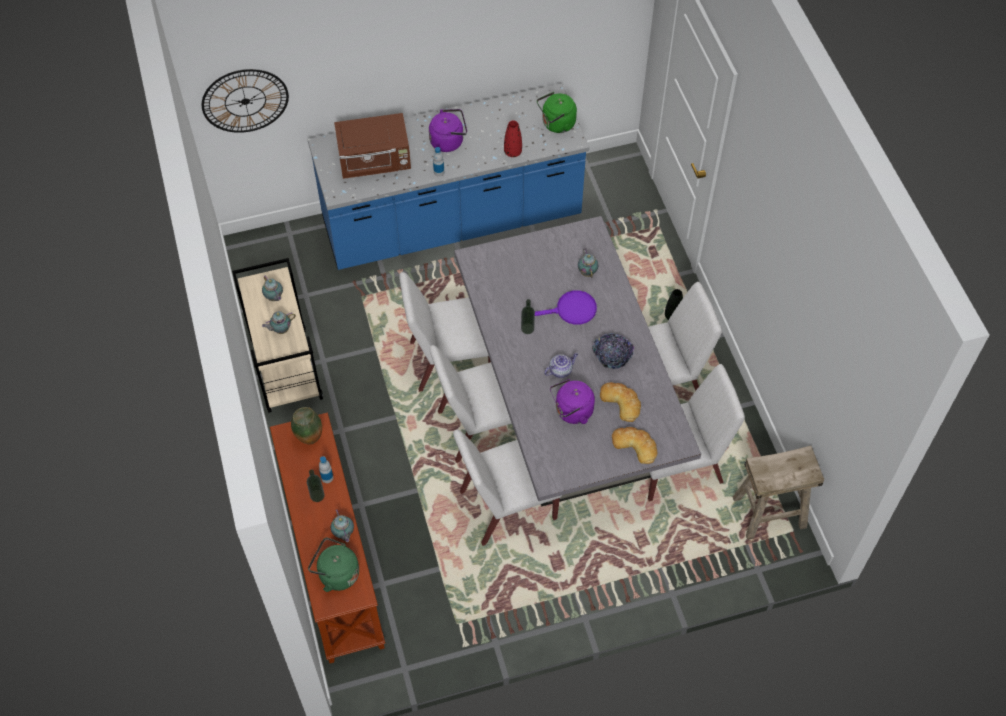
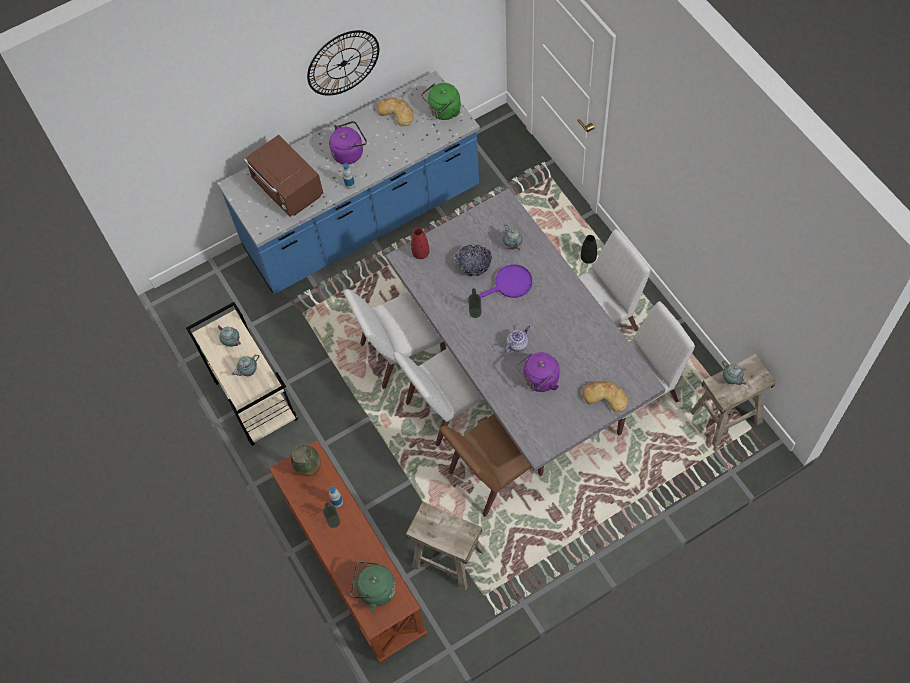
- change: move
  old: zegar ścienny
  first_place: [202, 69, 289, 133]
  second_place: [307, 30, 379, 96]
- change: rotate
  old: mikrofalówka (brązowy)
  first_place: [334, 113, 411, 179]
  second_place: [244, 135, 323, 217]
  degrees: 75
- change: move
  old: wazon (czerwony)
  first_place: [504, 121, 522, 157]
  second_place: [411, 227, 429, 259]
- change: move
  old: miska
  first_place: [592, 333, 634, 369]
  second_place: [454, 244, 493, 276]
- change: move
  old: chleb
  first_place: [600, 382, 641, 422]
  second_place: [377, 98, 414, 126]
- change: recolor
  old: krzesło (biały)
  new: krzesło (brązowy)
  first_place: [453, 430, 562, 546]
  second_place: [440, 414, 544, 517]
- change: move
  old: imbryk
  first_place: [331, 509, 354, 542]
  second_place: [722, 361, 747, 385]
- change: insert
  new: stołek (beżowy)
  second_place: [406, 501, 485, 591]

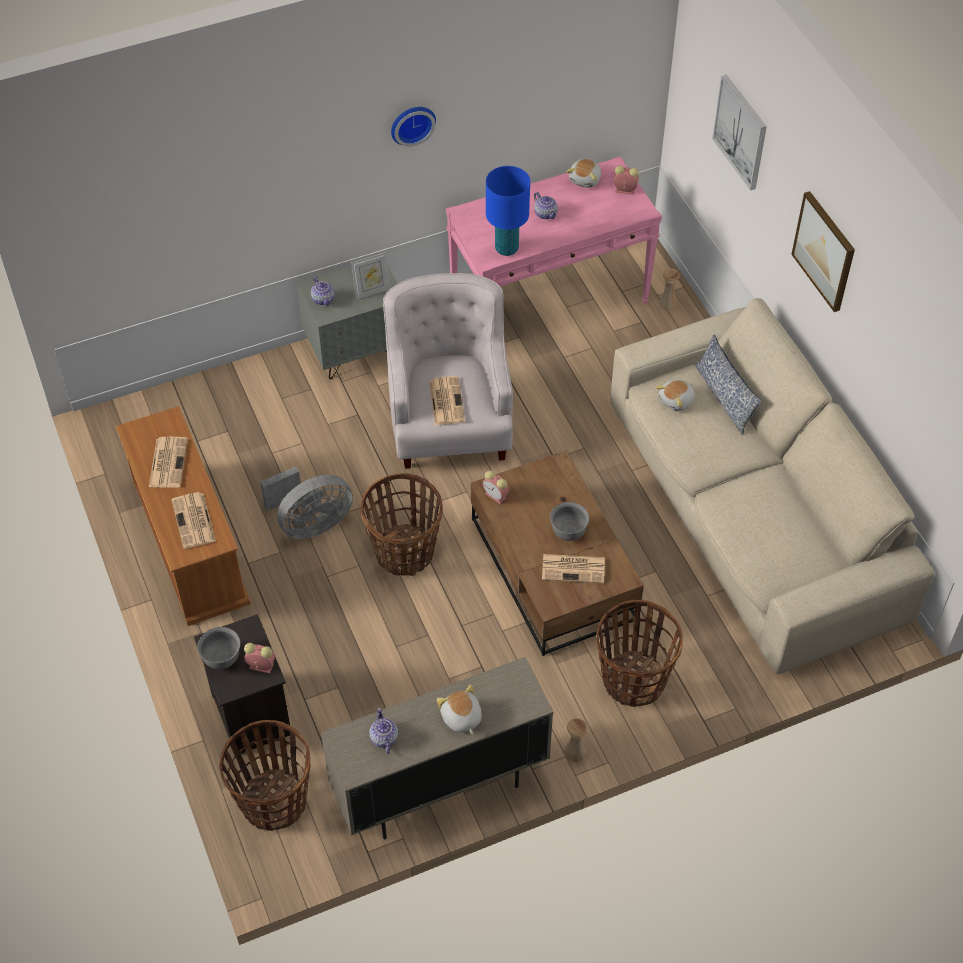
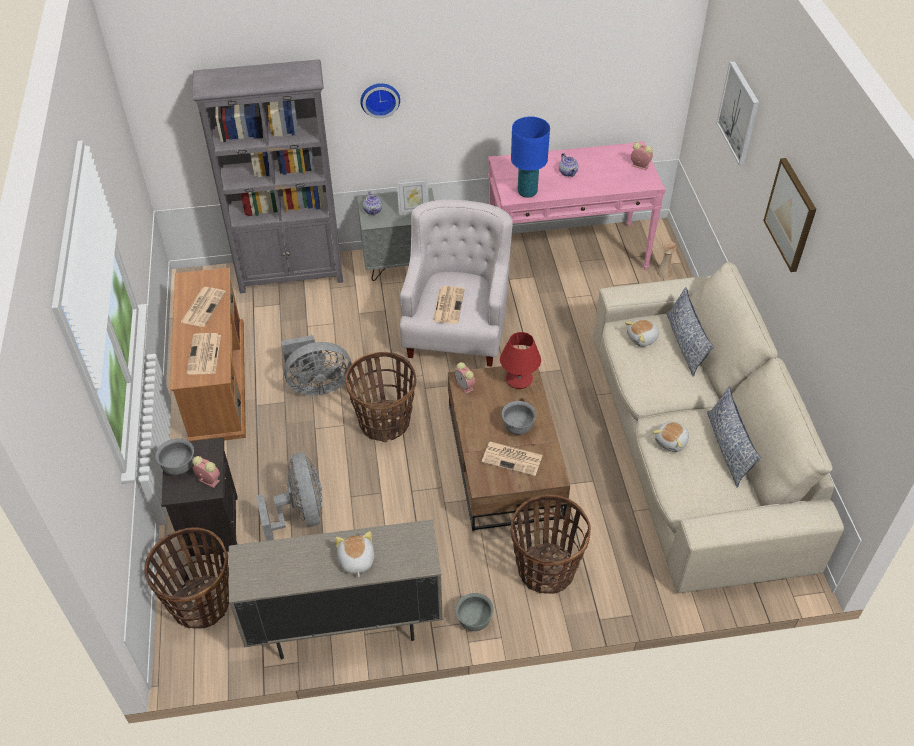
- change: move
  old: zegar ścienny
  first_place: [391, 107, 436, 147]
  second_place: [360, 83, 400, 119]
- change: move
  old: pluszak
  first_place: [566, 159, 601, 188]
  second_place: [653, 421, 689, 452]
- change: delete
  old: imbryk
  first_place: [369, 708, 398, 754]
- change: replace
  old: wazon (beżowy)
  new: miska (szary)
  first_place: [564, 718, 588, 762]
  second_place: [456, 593, 494, 631]
- change: insert
  new: regał (szary)
  second_place: [192, 59, 343, 293]
- change: insert
  new: lampa stołowa (czerwony)
  second_place: [500, 332, 541, 389]
- change: insert
  new: poduszka
  second_place: [706, 387, 761, 488]
- change: insert
  new: wentylator (szary)
  second_place: [256, 453, 323, 541]

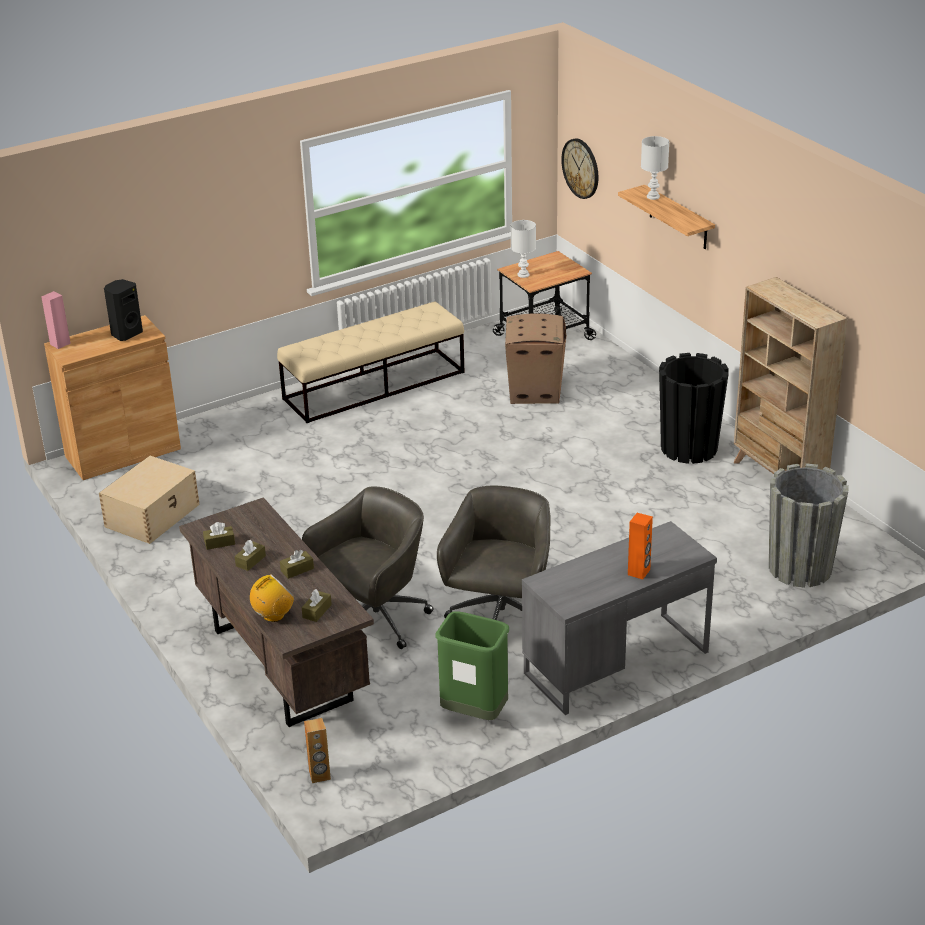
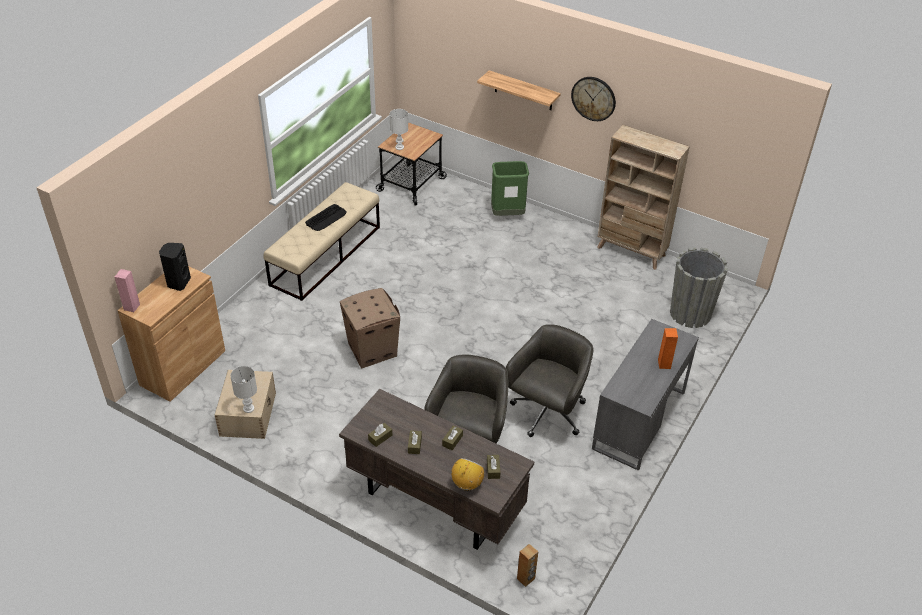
- change: move
  old: lampa stołowa (biały)
  first_place: [641, 136, 669, 200]
  second_place: [230, 366, 257, 413]
- change: move
  old: zegar ścienny
  first_place: [561, 138, 598, 199]
  second_place: [571, 77, 616, 121]
- change: move
  old: karton
  first_place: [505, 313, 567, 404]
  second_place: [340, 288, 400, 368]
- change: delete
  old: donica (czarny)
  first_place: [659, 353, 729, 464]
- change: rotate
  old: krzesło biurowe (szary)
  first_place: [437, 486, 550, 620]
  second_place: [506, 324, 594, 437]
  degrees: 45
- change: move
  old: kosz na śmieci (zielony)
  first_place: [435, 611, 509, 720]
  second_place: [491, 161, 529, 216]
- change: insert
  new: klawiatura
  second_place: [305, 204, 347, 231]

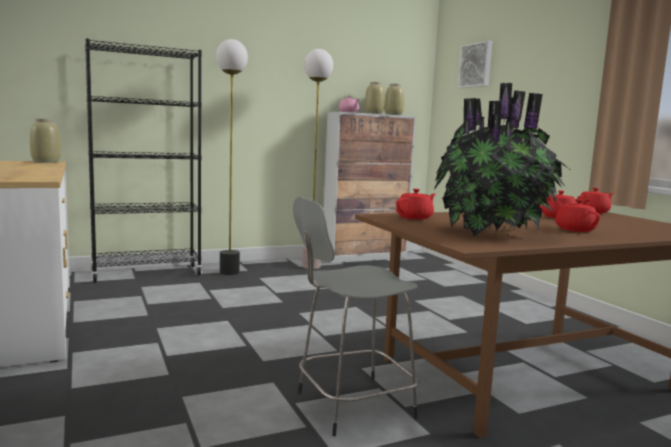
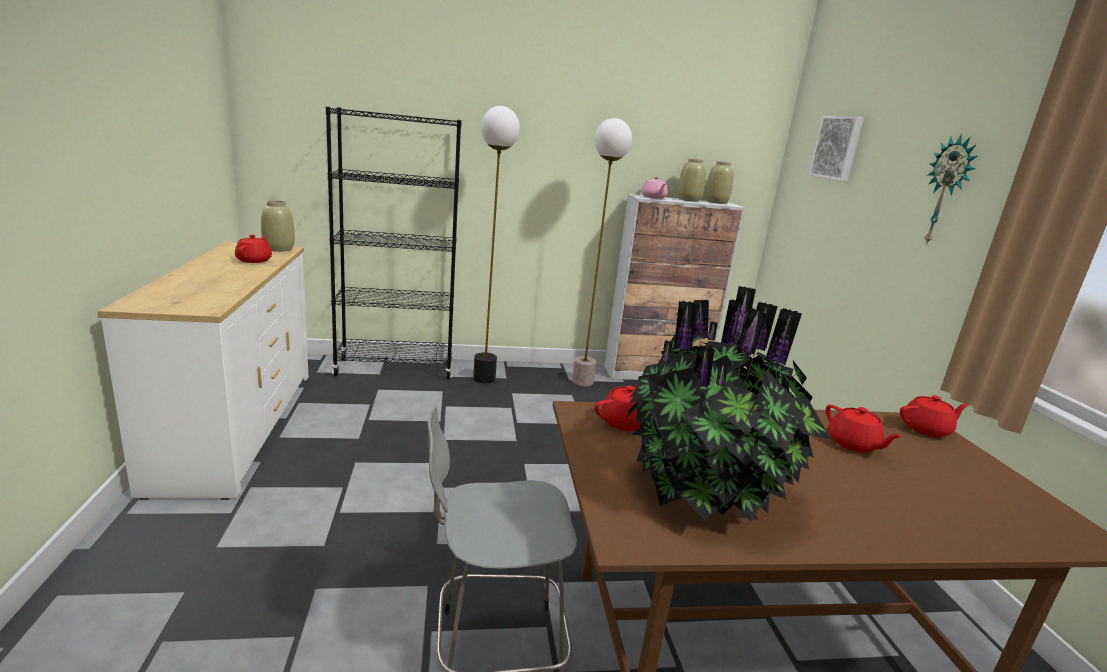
- change: move
  old: imbryk (czerwony)
  first_place: [555, 199, 600, 232]
  second_place: [235, 235, 272, 263]
- change: insert
  new: zegar ścienny
  second_place: [925, 134, 977, 245]

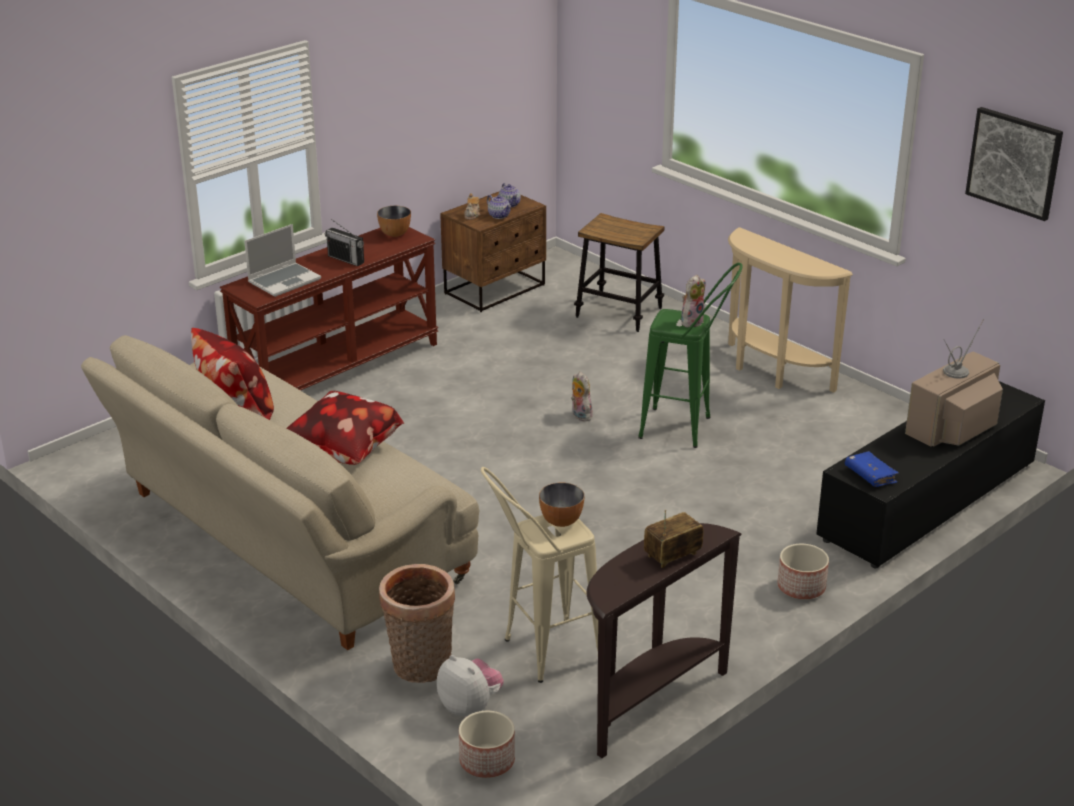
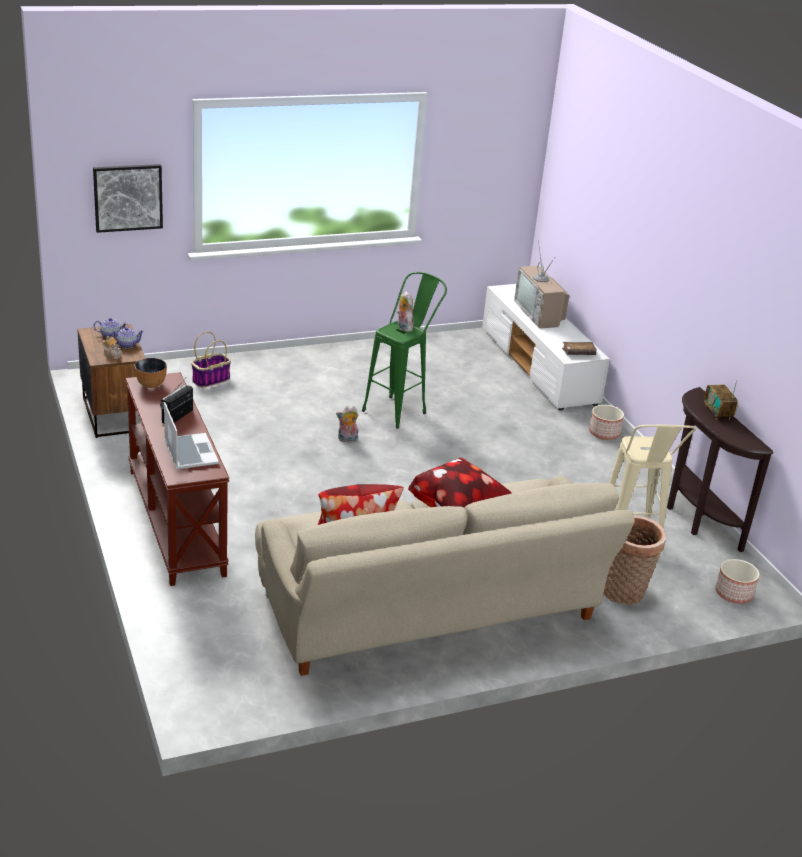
- change: move
  old: obraz
  first_place: [965, 107, 1063, 221]
  second_place: [93, 164, 163, 233]
- change: replace
  old: stołek
  new: koszyk
  first_place: [574, 213, 664, 332]
  second_place: [191, 332, 231, 388]
- change: rotate
  old: radio
  first_place: [325, 219, 364, 266]
  second_place: [160, 377, 193, 423]
  degrees: 150
- change: delete
  old: stolik konsolowy (beżowy)
  first_place: [728, 227, 853, 393]
- change: recolor
  old: szafka pod telewizor (czarny)
  new: szafka pod telewizor (biały)
  first_place: [816, 381, 1045, 568]
  second_place: [482, 284, 610, 411]
- change: recolor
  old: książka (niebieski)
  new: książka (brązowy)
  first_place: [845, 451, 899, 487]
  second_place: [562, 342, 597, 355]
- change: delete
  old: miska
  first_place: [539, 483, 584, 527]
- change: delete
  old: pluszak
  first_place: [437, 655, 503, 717]

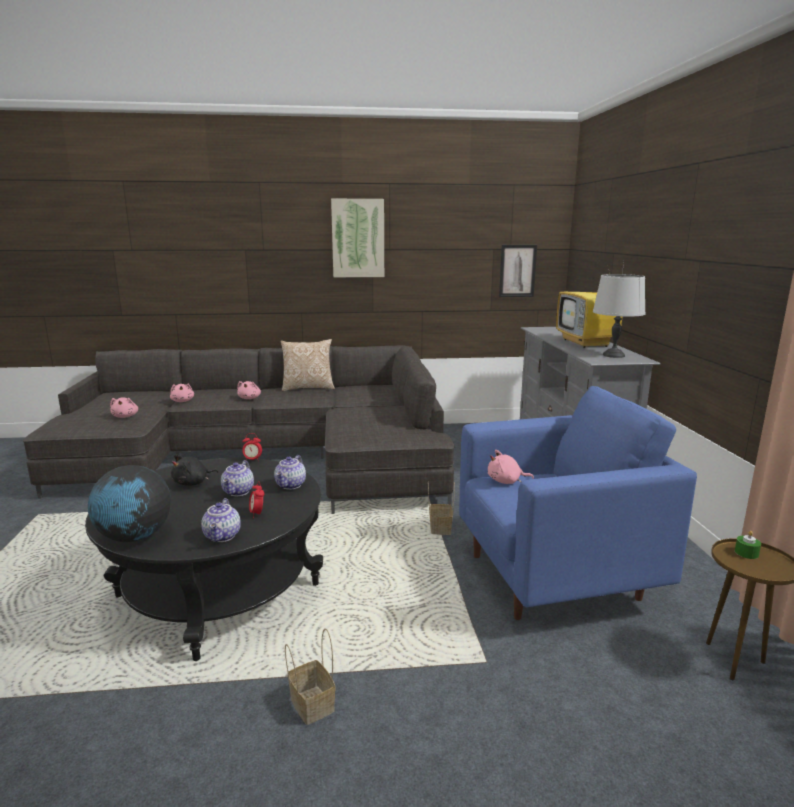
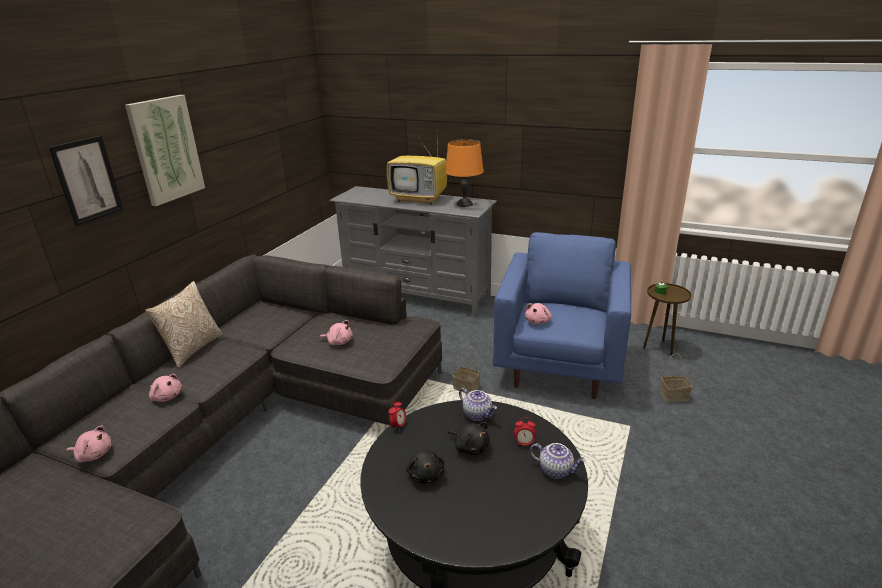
- change: move
  old: obraz
  first_place: [499, 245, 537, 297]
  second_place: [48, 136, 123, 226]
- change: recolor
  old: lampa stołowa (szary)
  new: lampa stołowa (pomarańczowy)
  first_place: [593, 274, 645, 358]
  second_place: [445, 139, 484, 207]
- change: move
  old: pluszak (różowy)
  first_place: [110, 397, 138, 418]
  second_place: [319, 320, 353, 345]
- change: replace
  old: imbryk
  new: pluszak (czarny)
  first_place: [221, 460, 254, 496]
  second_place: [448, 422, 490, 455]
- change: delete
  old: globus
  first_place: [88, 465, 171, 542]
- change: move
  old: koszyk
  first_place: [285, 629, 336, 725]
  second_place: [660, 353, 692, 402]

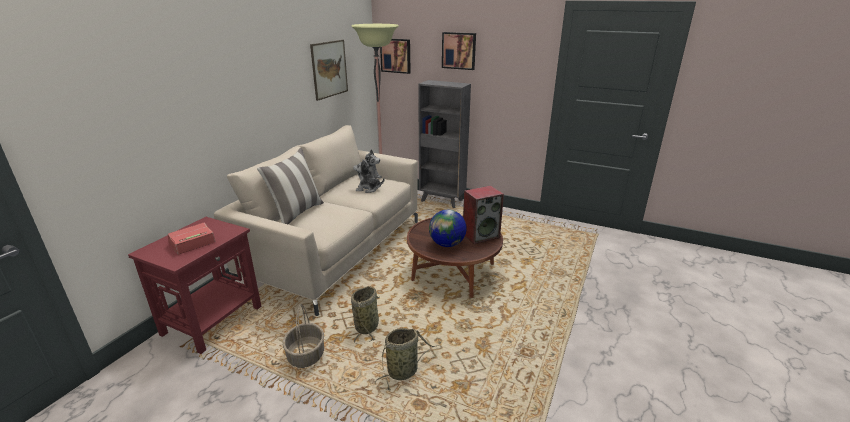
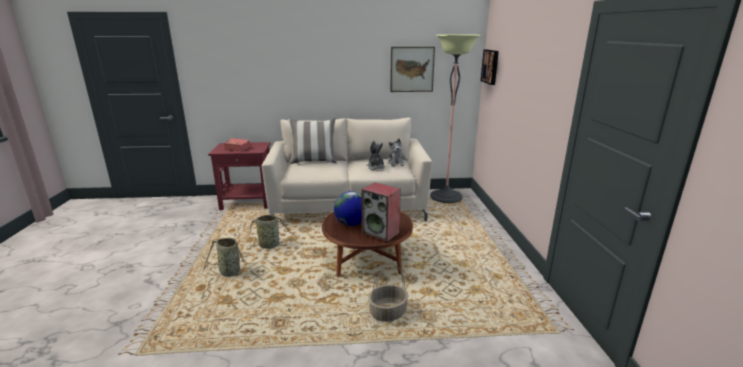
- change: delete
  old: obraz
  first_place: [442, 32, 476, 70]
- change: delete
  old: regał (szary)
  first_place: [418, 80, 471, 208]
- change: move
  old: koszyk
  first_place: [283, 304, 324, 368]
  second_place: [368, 265, 409, 322]

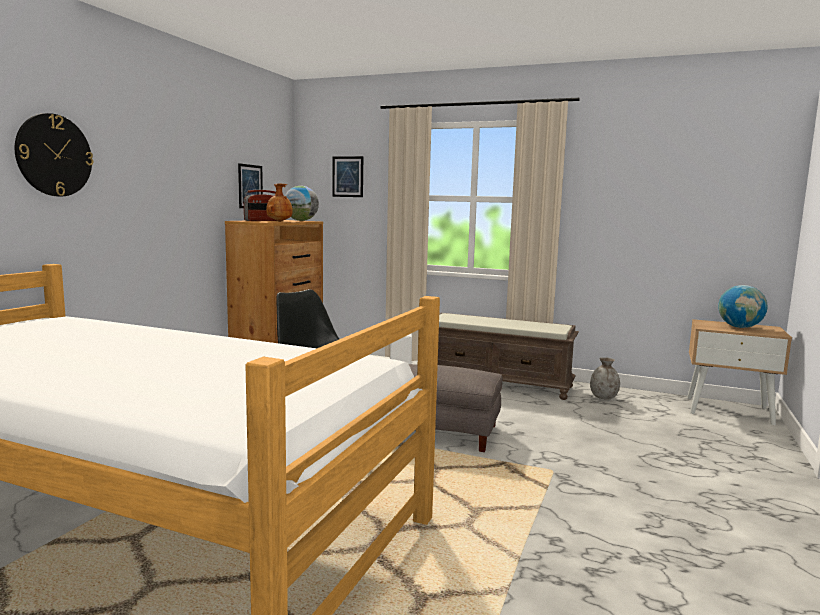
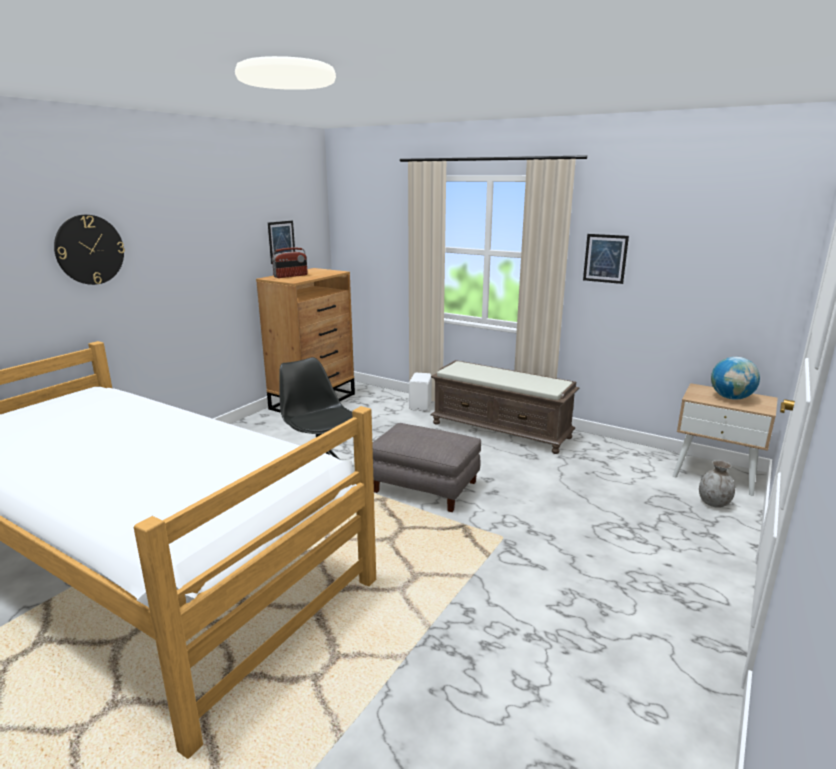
- change: move
  old: obraz
  first_place: [332, 156, 363, 197]
  second_place: [583, 234, 629, 284]
- change: delete
  old: wazon (brązowy)
  first_place: [266, 183, 293, 222]
- change: delete
  old: globus
  first_place: [285, 186, 319, 221]
- change: move
  old: wazon (szary)
  first_place: [590, 357, 620, 399]
  second_place: [699, 460, 735, 508]

